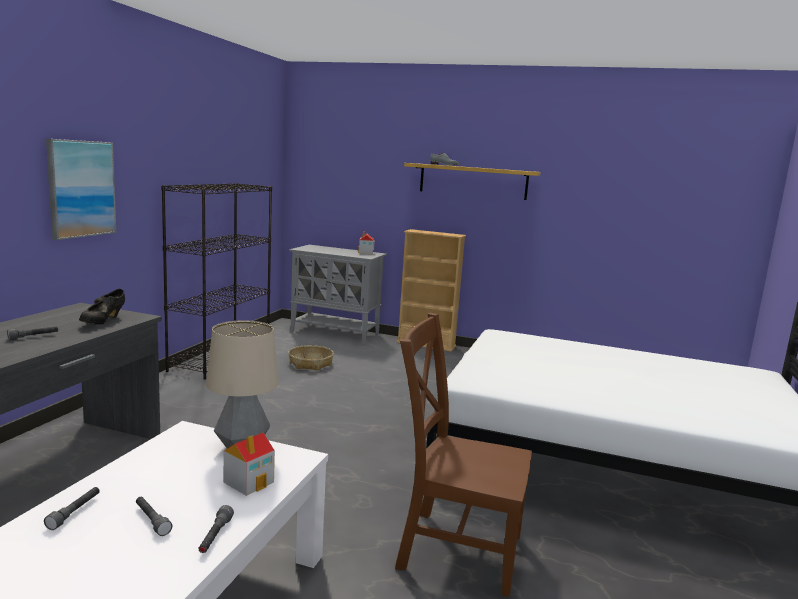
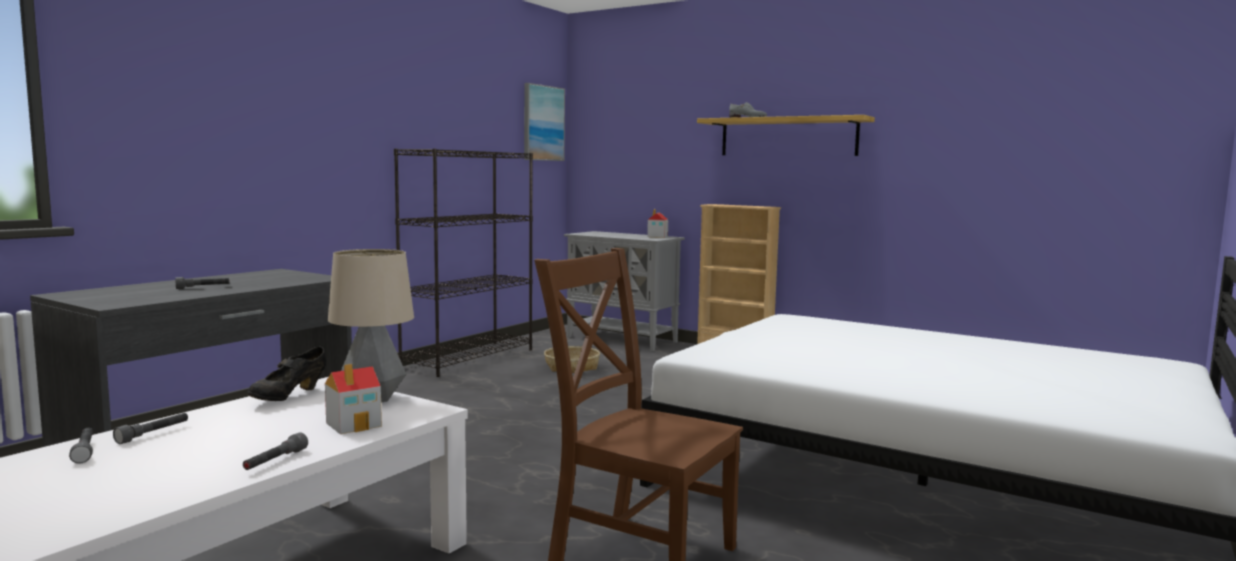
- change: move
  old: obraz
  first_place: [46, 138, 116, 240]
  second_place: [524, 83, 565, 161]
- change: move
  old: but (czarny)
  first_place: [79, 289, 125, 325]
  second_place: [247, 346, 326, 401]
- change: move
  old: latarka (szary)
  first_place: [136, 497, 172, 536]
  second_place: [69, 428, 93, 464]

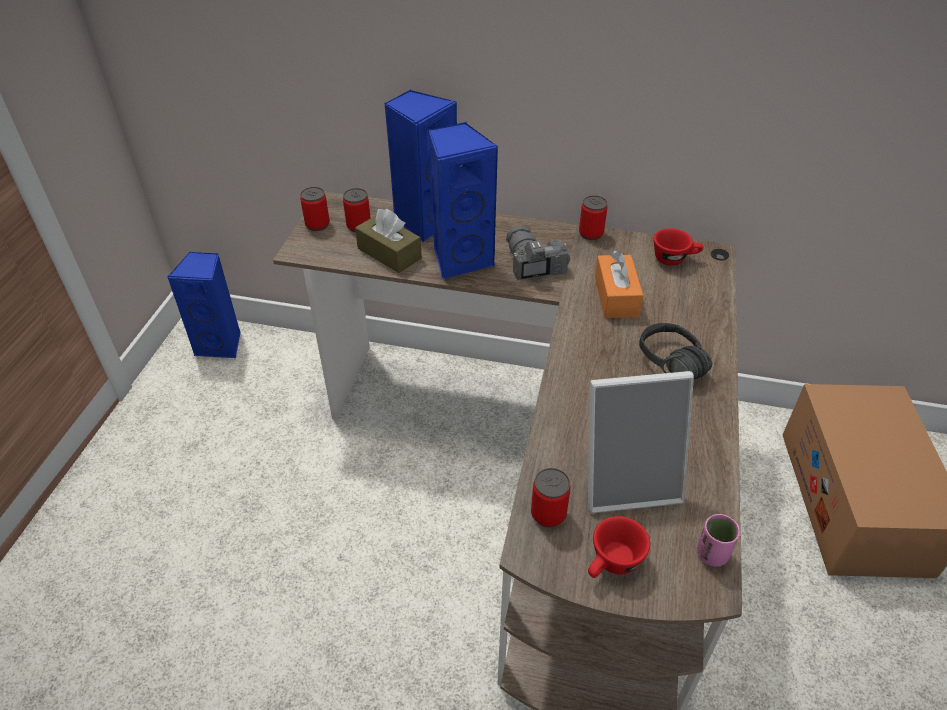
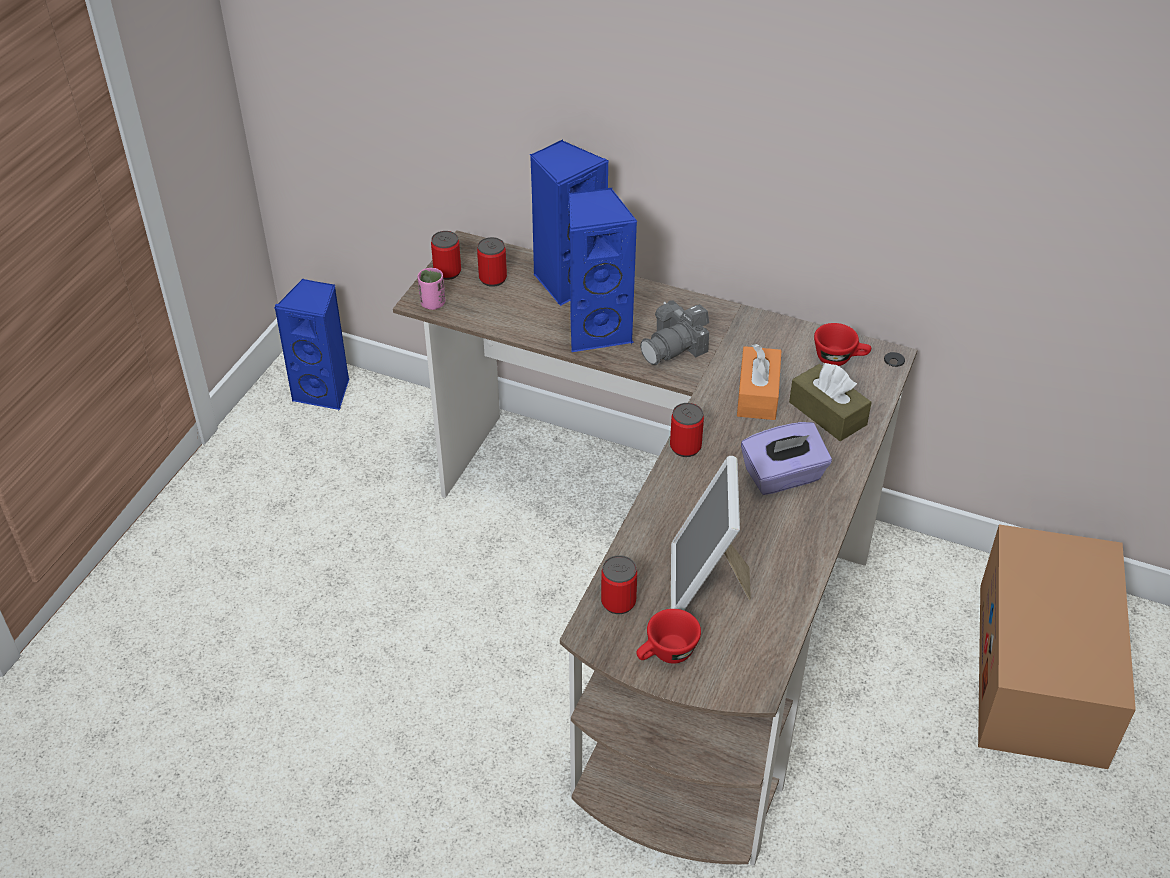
- change: move
  old: puszka
  first_place: [579, 196, 608, 240]
  second_place: [670, 403, 704, 457]
- change: move
  old: pudełko chusteczek (brązowy)
  first_place: [355, 209, 422, 273]
  second_place: [789, 362, 872, 441]
- change: rotate
  old: aparat fotograficzny
  first_place: [506, 226, 570, 280]
  second_place: [640, 300, 709, 365]
  degrees: -120
- change: replace
  old: słuchawki (czarny)
  new: pudełko chusteczek (fioletowy)
  first_place: [639, 323, 712, 379]
  second_place: [741, 422, 832, 495]
- change: rotate
  old: ramka na zdjęcie
  first_place: [588, 371, 694, 513]
  second_place: [671, 456, 751, 611]
  degrees: 90
- change: move
  old: filiżanka (różowy)
  first_place: [697, 514, 740, 567]
  second_place: [418, 268, 445, 310]

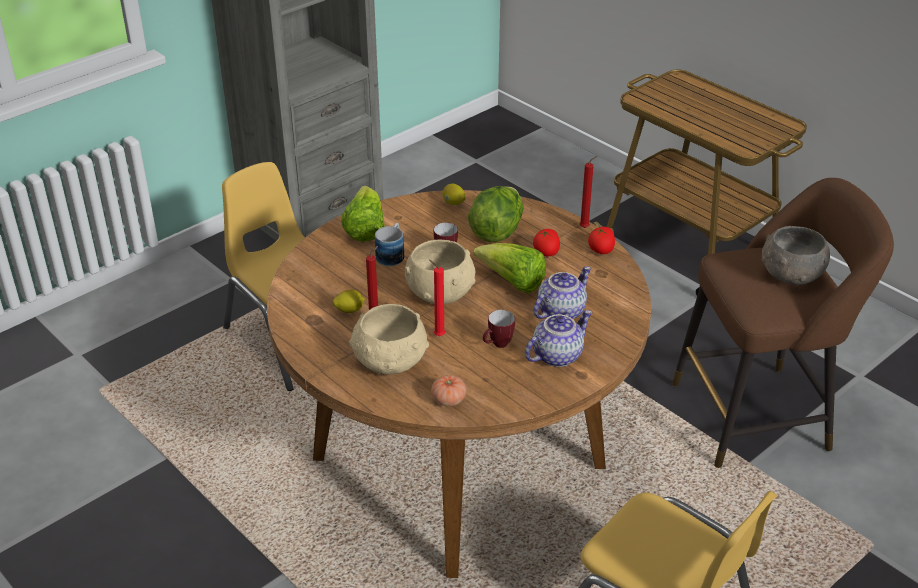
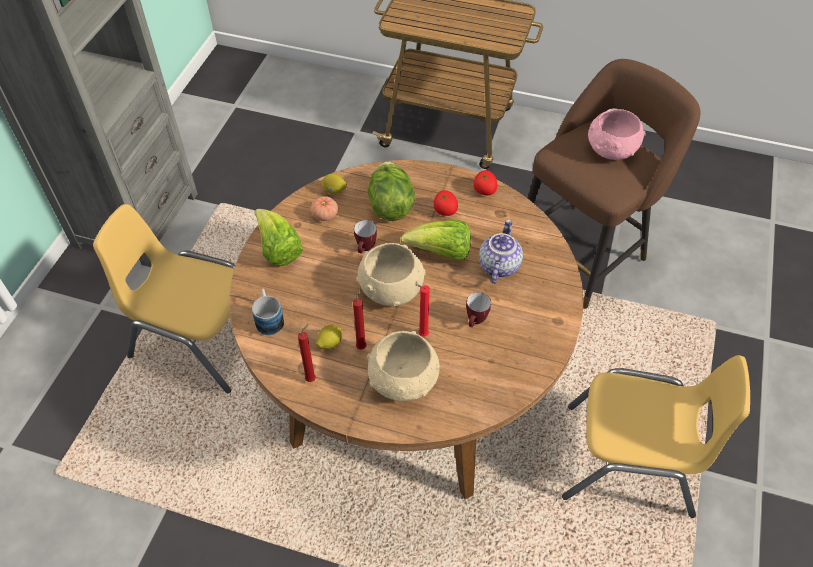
- change: move
  old: świeca (czerwony)
  first_place: [580, 156, 598, 228]
  second_place: [298, 324, 316, 382]
- change: move
  old: kubek
  first_place: [375, 223, 404, 266]
  second_place: [252, 289, 284, 335]
- change: recolor
  old: miska (szary)
  new: miska (różowy)
  first_place: [762, 226, 830, 285]
  second_place: [588, 109, 646, 160]
- change: delete
  old: imbryk
  first_place: [525, 310, 593, 367]
- change: move
  old: pomidor
  first_place: [431, 375, 466, 406]
  second_place: [311, 196, 338, 221]

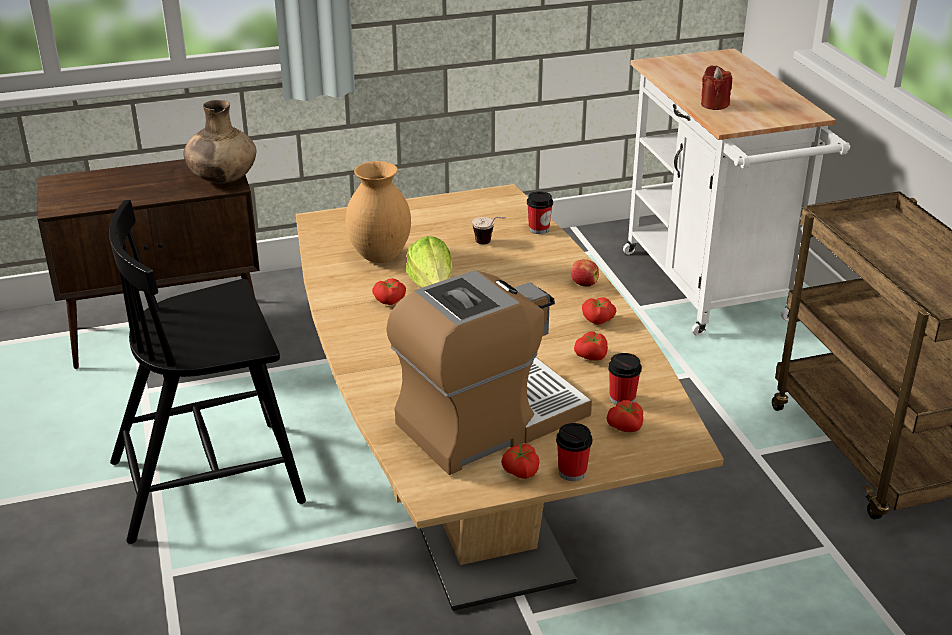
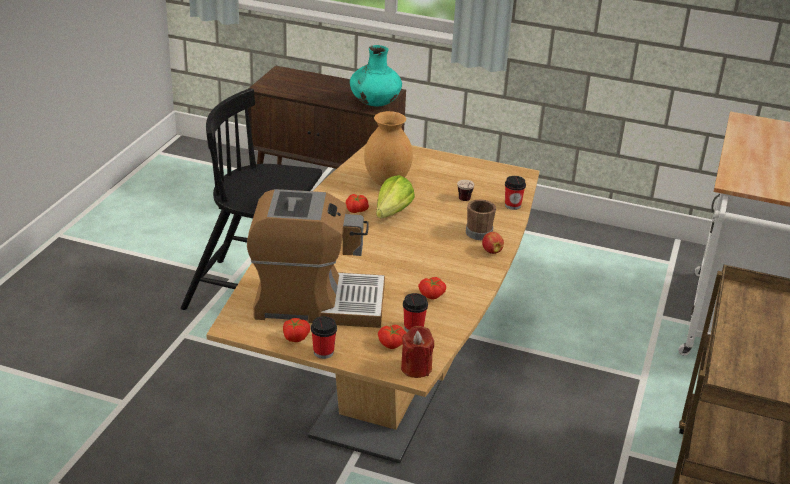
- change: move
  old: świeca (czerwony)
  first_place: [701, 66, 732, 110]
  second_place: [401, 326, 434, 378]
- change: recolor
  old: wazon (brązowy)
  new: wazon (turkusowy)
  first_place: [184, 100, 257, 184]
  second_place: [350, 45, 402, 107]
- change: delete
  old: pomidor
  first_place: [582, 298, 616, 324]
- change: insert
  new: kubek (brązowy)
  second_place: [466, 199, 496, 240]

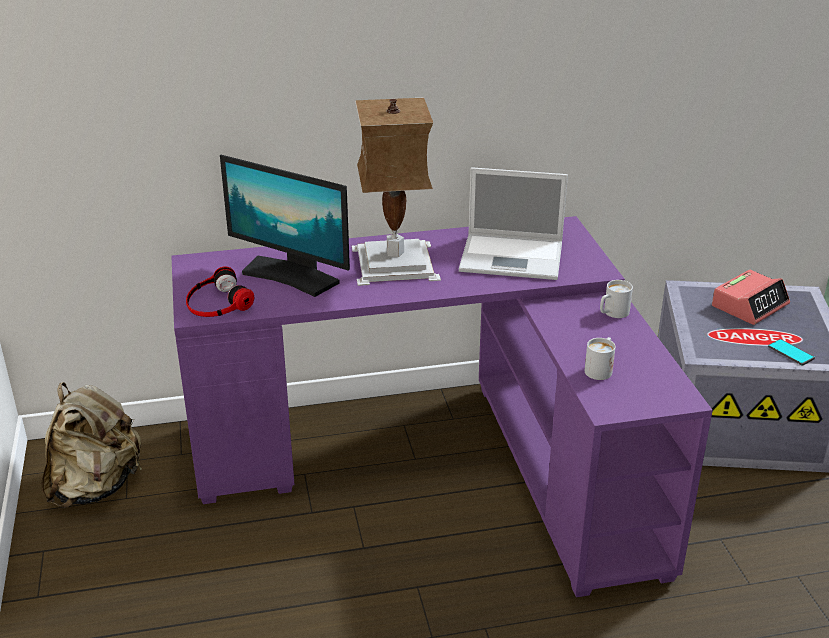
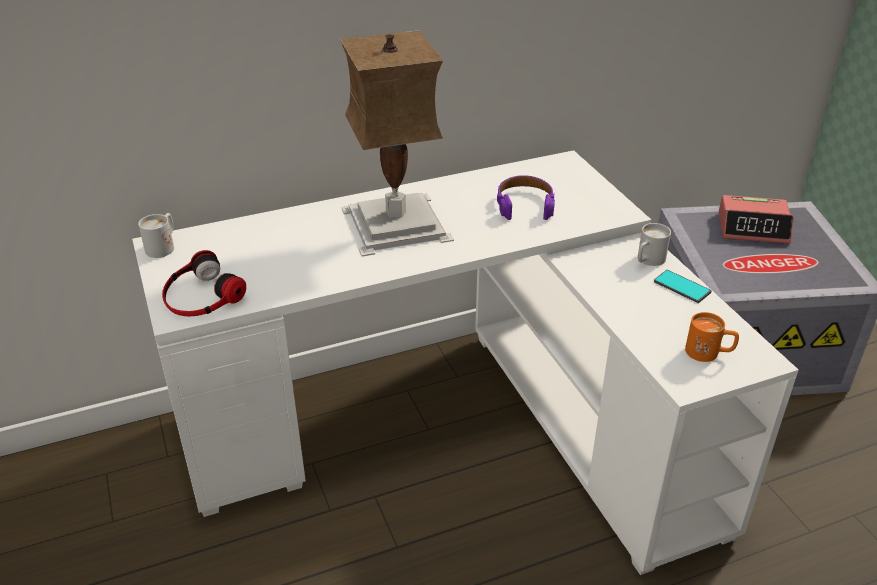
- change: delete
  old: monitor
  first_place: [220, 155, 350, 297]
- change: replace
  old: laptop
  new: słuchawki (fioletowy)
  first_place: [459, 167, 568, 280]
  second_place: [497, 175, 555, 220]
- change: recolor
  old: biurko (fioletowy)
  new: biurko (biały)
  first_place: [171, 216, 713, 597]
  second_place: [132, 150, 799, 575]
- change: rotate
  old: budzik
  first_place: [712, 270, 790, 325]
  second_place: [718, 195, 794, 244]
  degrees: 60
- change: move
  old: kubek (biały)
  first_place: [585, 337, 616, 380]
  second_place: [138, 213, 174, 258]
- change: move
  old: telefon
  first_place: [768, 339, 815, 366]
  second_place: [654, 270, 712, 303]
- change: delete
  old: plecak (beżowy)
  first_place: [41, 382, 142, 508]
- change: insert
  new: kubek (pomarańczowy)
  second_place: [685, 312, 739, 362]

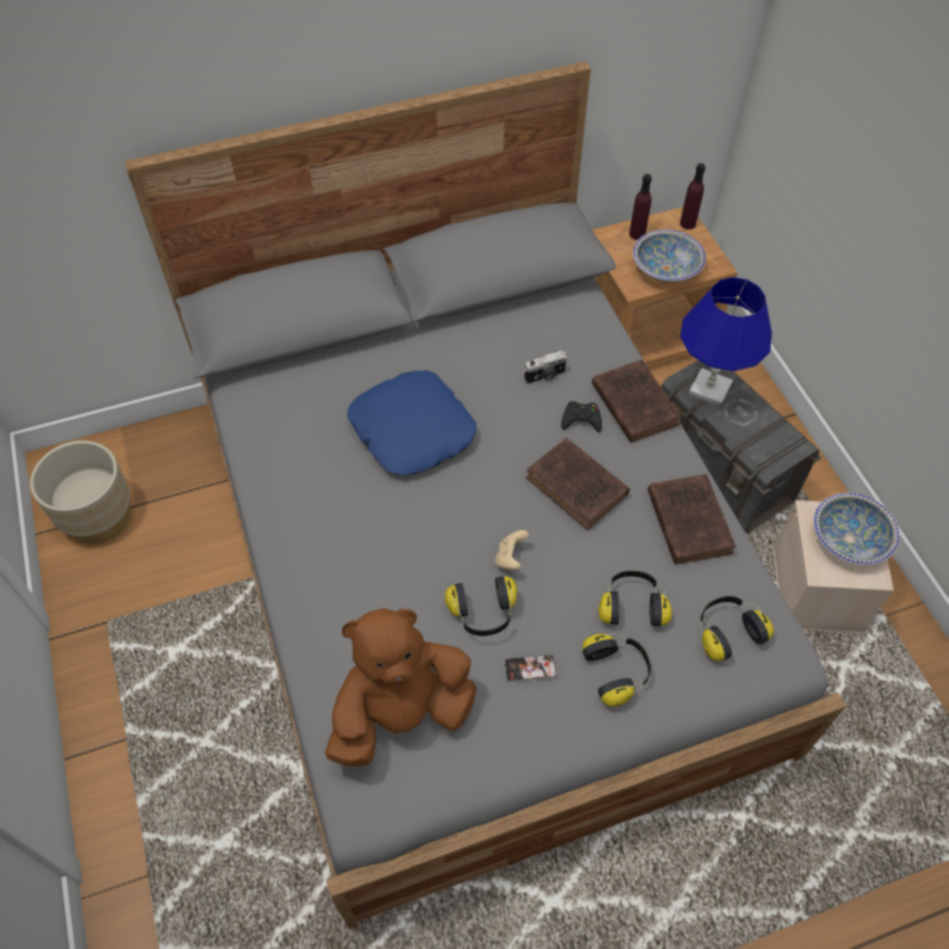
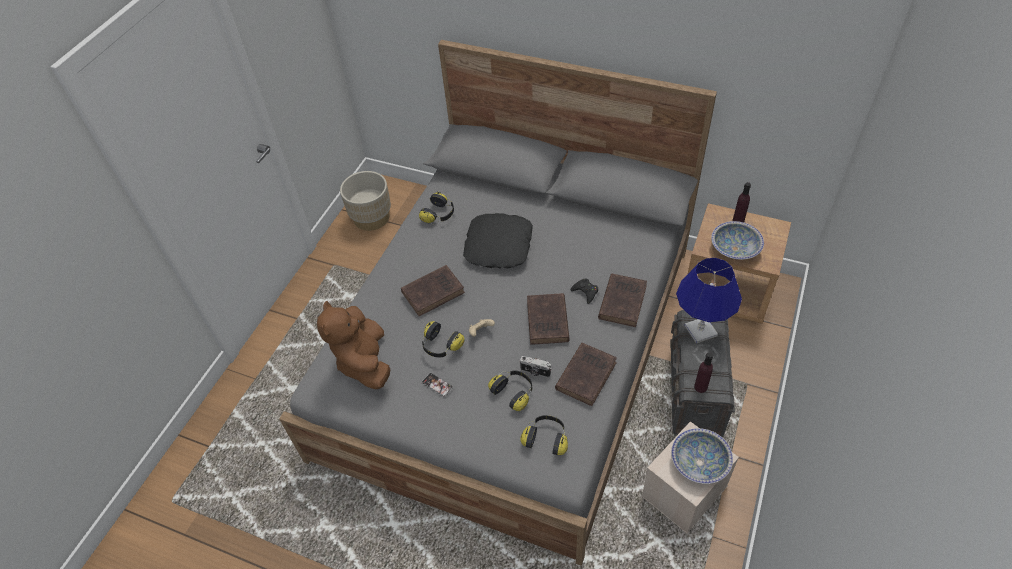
- change: move
  old: butelka (fioletowy)
  first_place: [680, 163, 705, 229]
  second_place: [694, 352, 713, 393]
- change: move
  old: aparat fotograficzny
  first_place: [524, 350, 567, 384]
  second_place: [520, 356, 552, 378]
- change: recolor
  old: poduszka (niebieski)
  new: poduszka (czarny)
  first_place: [347, 371, 477, 475]
  second_place: [463, 213, 533, 268]
- change: rotate
  old: pluszak (brązowy)
  first_place: [325, 608, 477, 767]
  second_place: [317, 301, 390, 389]
  degrees: -120
- change: move
  old: słuchawki
  first_place: [582, 633, 651, 707]
  second_place: [419, 192, 454, 225]
- change: insert
  new: książka (brązowy)
  second_place: [401, 265, 465, 316]

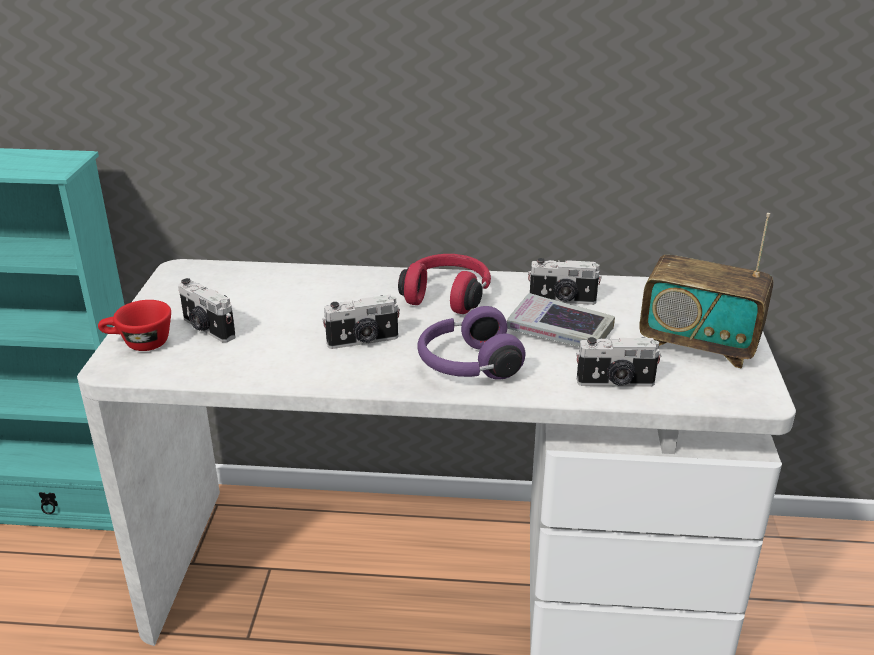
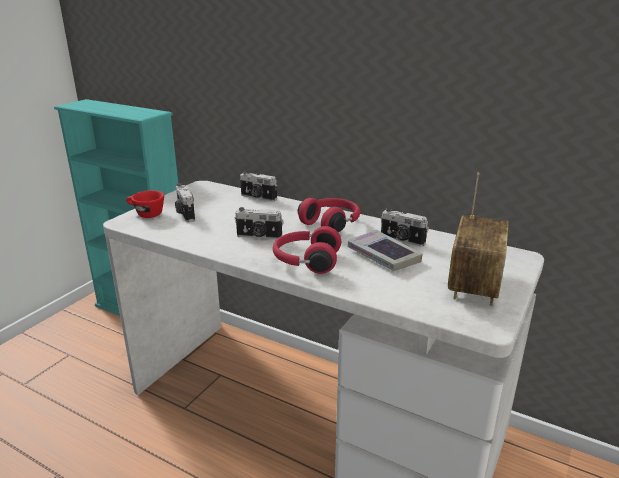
- change: rotate
  old: radio
  first_place: [639, 213, 773, 369]
  second_place: [448, 172, 509, 306]
  degrees: -120
- change: recolor
  old: słuchawki (fioletowy)
  new: słuchawki (czerwony)
  first_place: [417, 306, 526, 380]
  second_place: [273, 226, 341, 274]
- change: move
  old: aparat fotograficzny
  first_place: [576, 337, 661, 387]
  second_place: [240, 171, 277, 202]

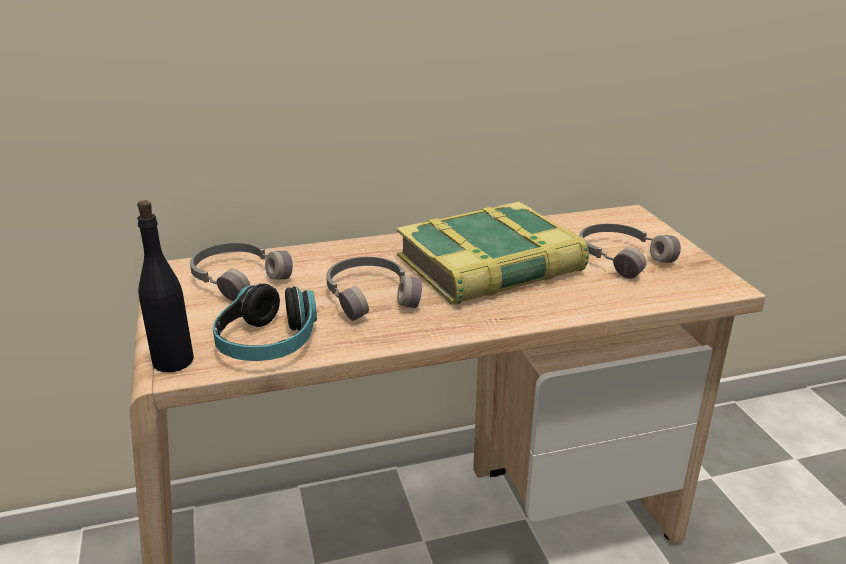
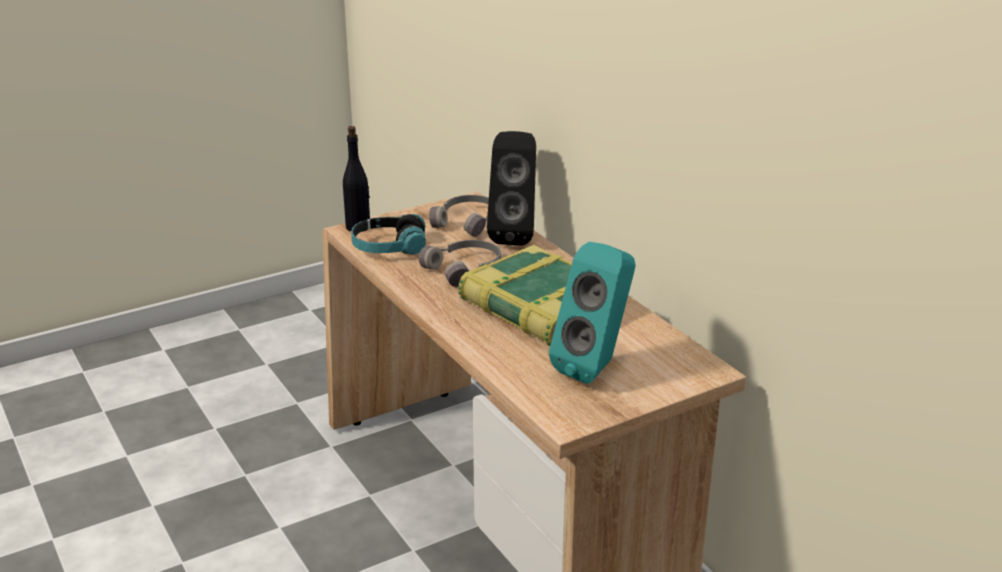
- change: replace
  old: słuchawki (szary)
  new: głośnik (turkusowy)
  first_place: [579, 224, 681, 279]
  second_place: [549, 242, 636, 384]
- change: insert
  new: głośnik (czarny)
  second_place: [487, 131, 536, 246]

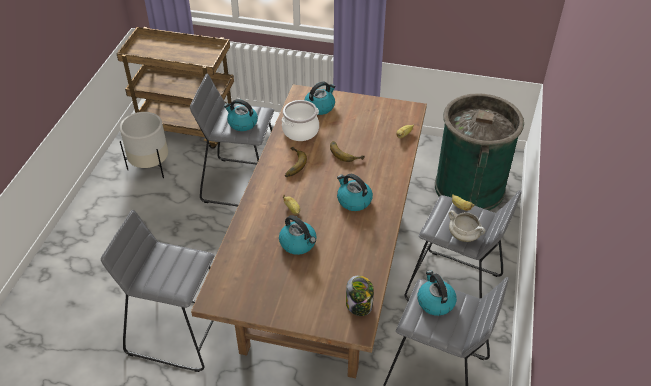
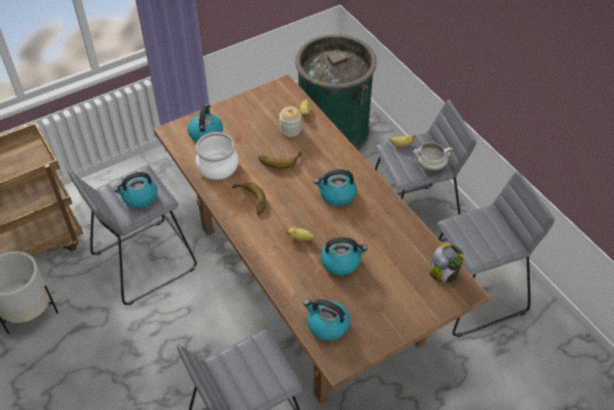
- change: move
  old: czajnik
  first_place: [418, 270, 457, 316]
  second_place: [303, 299, 350, 341]
- change: insert
  new: słoik
  second_place: [279, 106, 301, 137]

